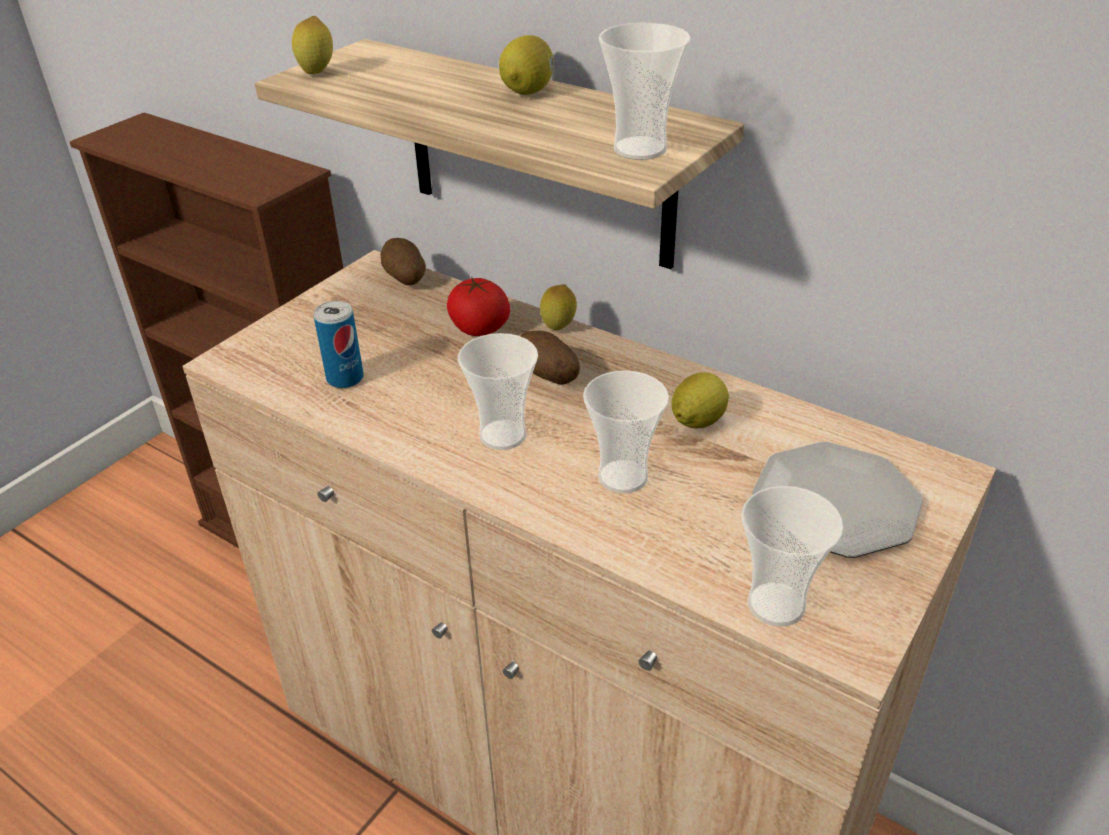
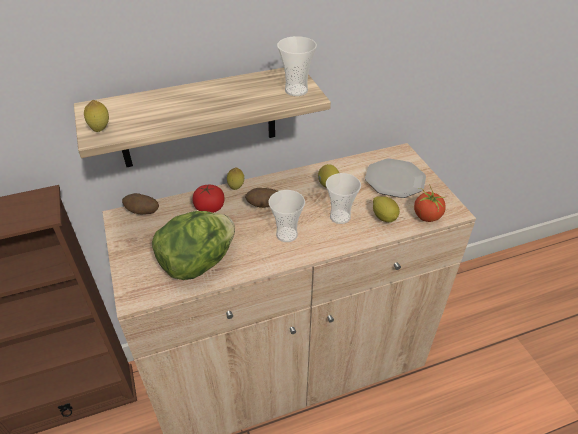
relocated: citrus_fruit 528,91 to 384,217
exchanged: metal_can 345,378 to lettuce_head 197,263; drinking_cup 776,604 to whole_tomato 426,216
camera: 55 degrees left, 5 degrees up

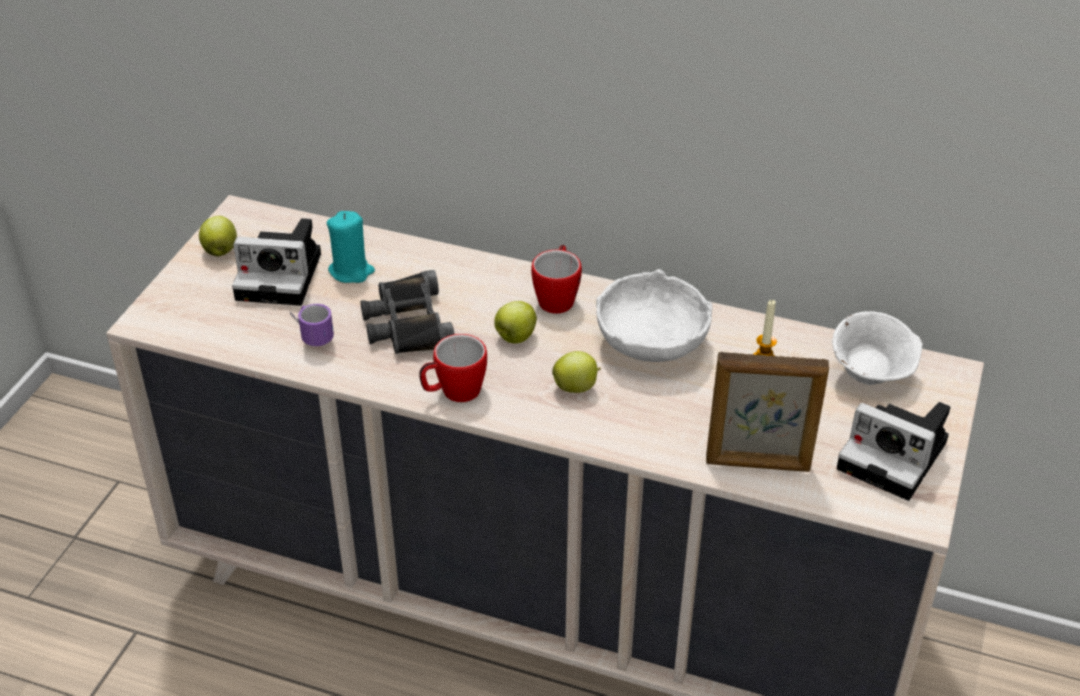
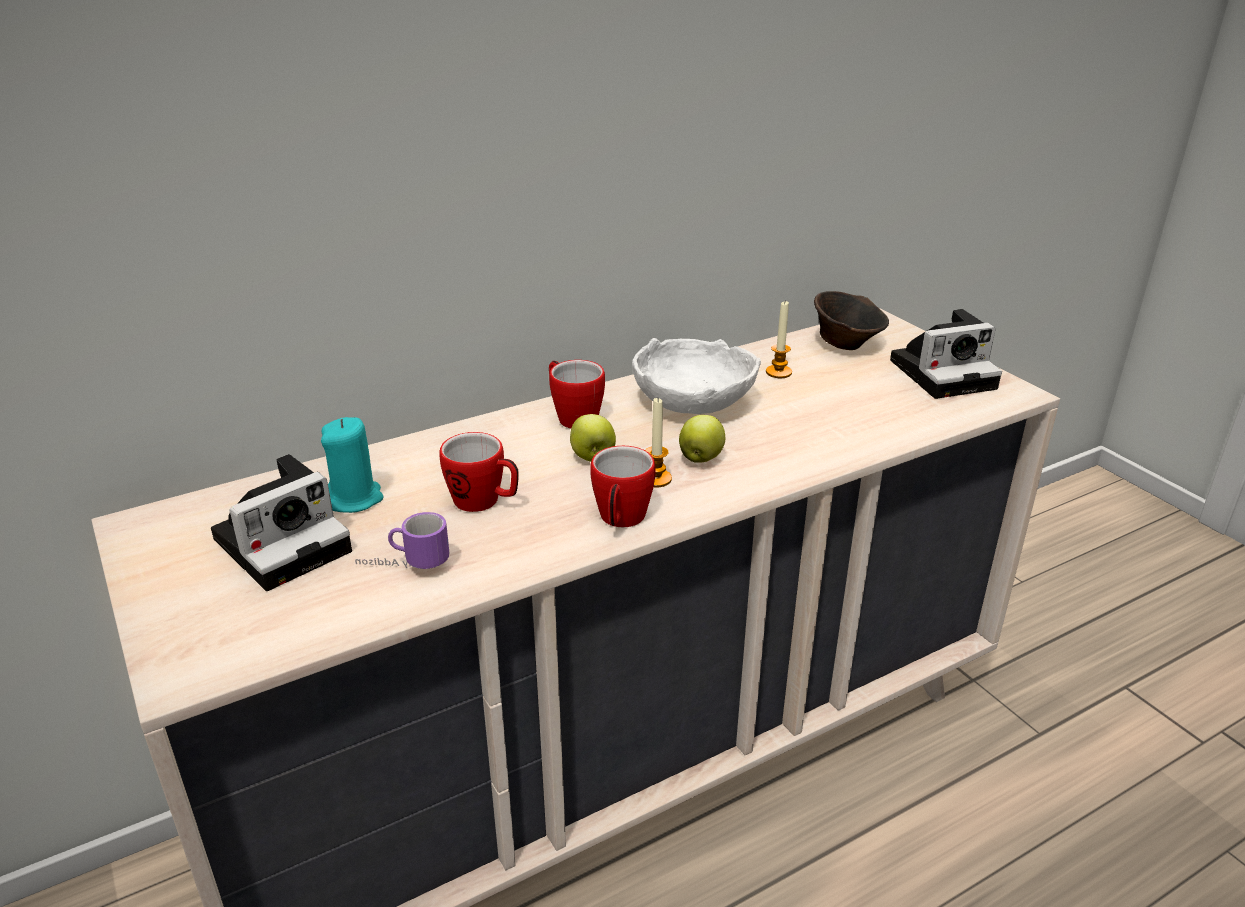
missing: apple 220,251; picture_frame 758,464
appeared: wax_light 656,479
exchanged: blackish_pair_of_binoculars 407,323 to coffee_mug 484,502
colour: white-coloured_bowl 871,375 to brownish_bowl 846,344
camera: 50 degrees left, 10 degrees down

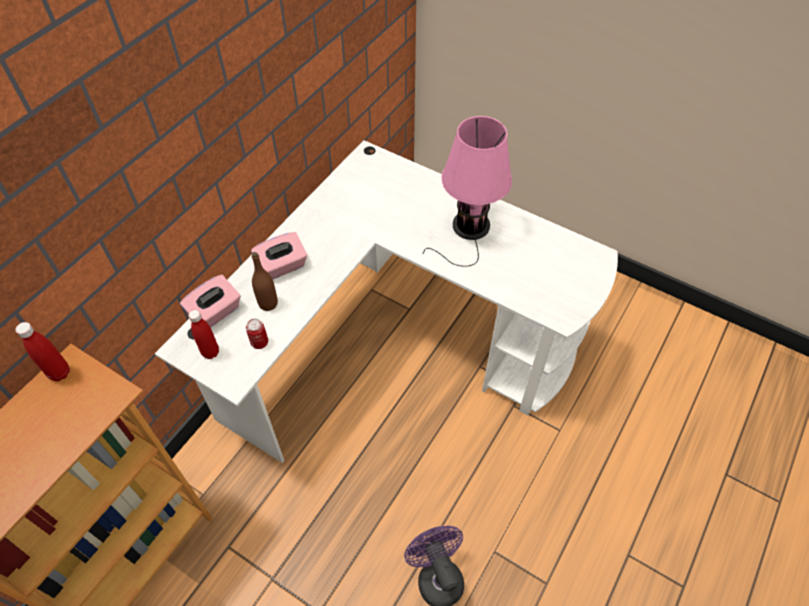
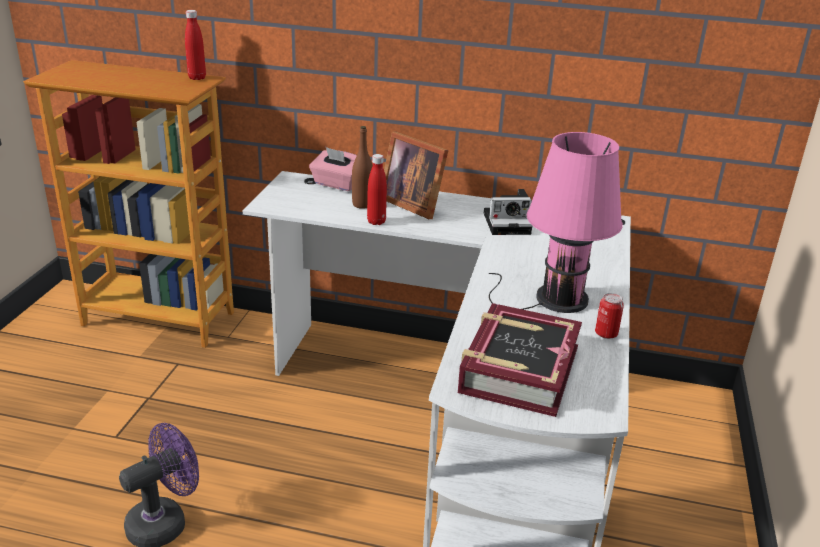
appeared: bound_book 518,369; still_camera 509,223
relocated: red-coloured_drink_bottle 210,352 to 376,222; metal_can 259,342 to 606,334
exchanged: pink_tissue_box 282,266 to picture_frame 412,203
camera: 70 degrees right, 25 degrees down

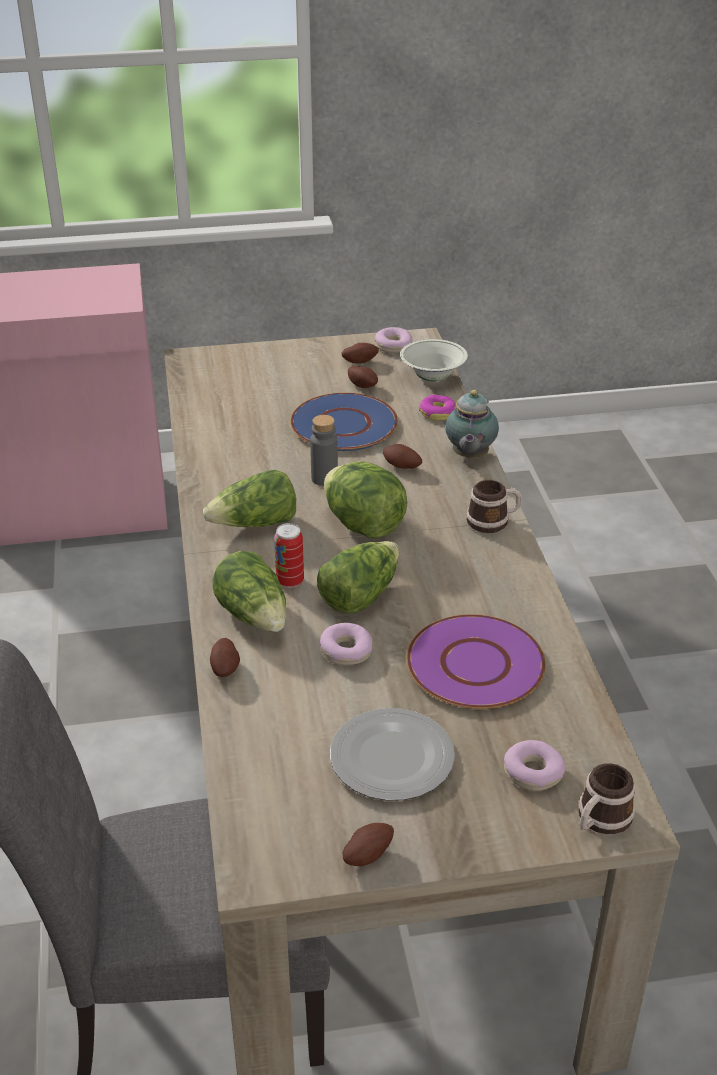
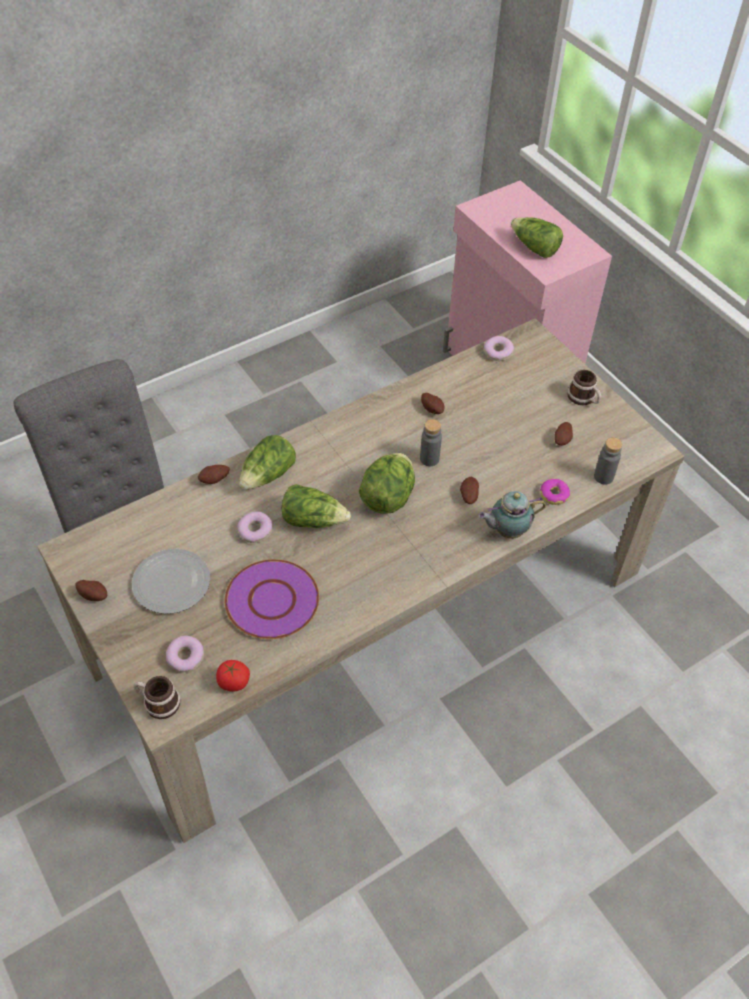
missing: metal_can 290,581; blue-coloured_dinner_plate 343,424
appeared: whole_tomato 234,682
relocated: lettuce_head 255,524 to 534,248; spud 359,361 to 432,409; doughnut 393,346 to 498,352; coffee_mug 493,521 to 584,399
exchanged: white-coloured_bowl 432,377 to gray_drink_bottle 603,477
camera: 65 degrees right, 15 degrees up

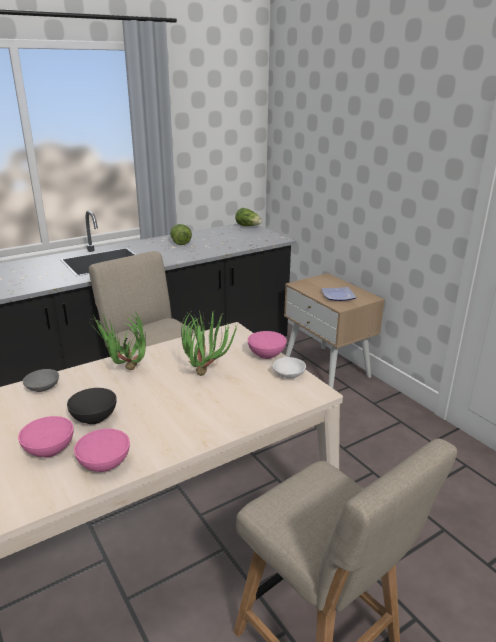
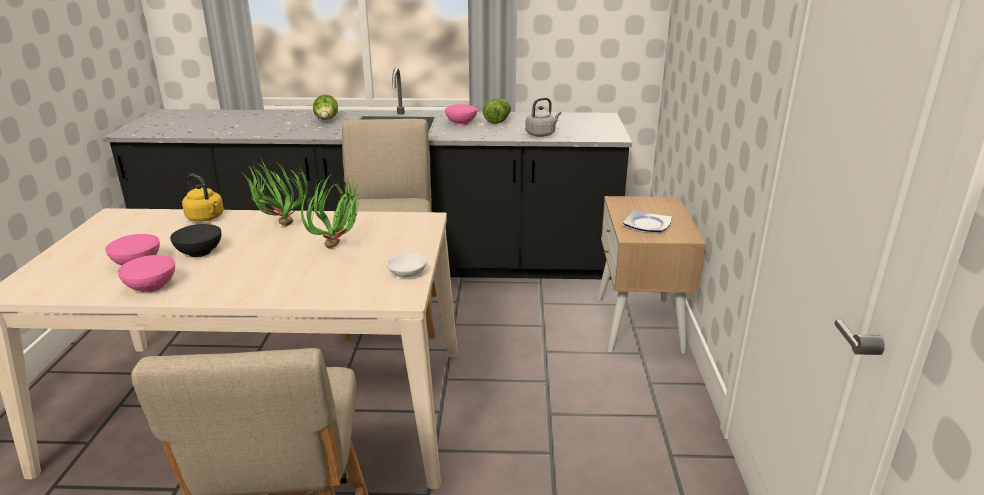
appeared: gray_water_kettle 541,134
relocated: lettuce_head 248,226 to 327,120; pink_bowl 266,354 to 461,122
exchanged: gray_bowl 44,387 to yellow_water_kettle 206,218
camera: 35 degrees right, 0 degrees up

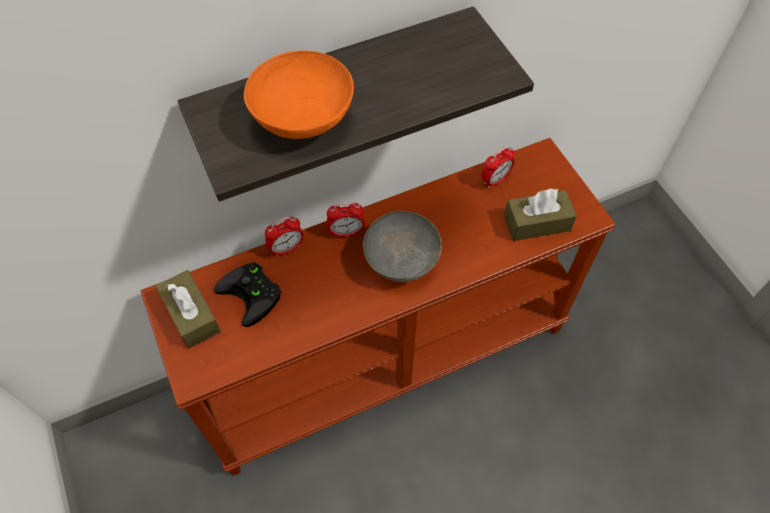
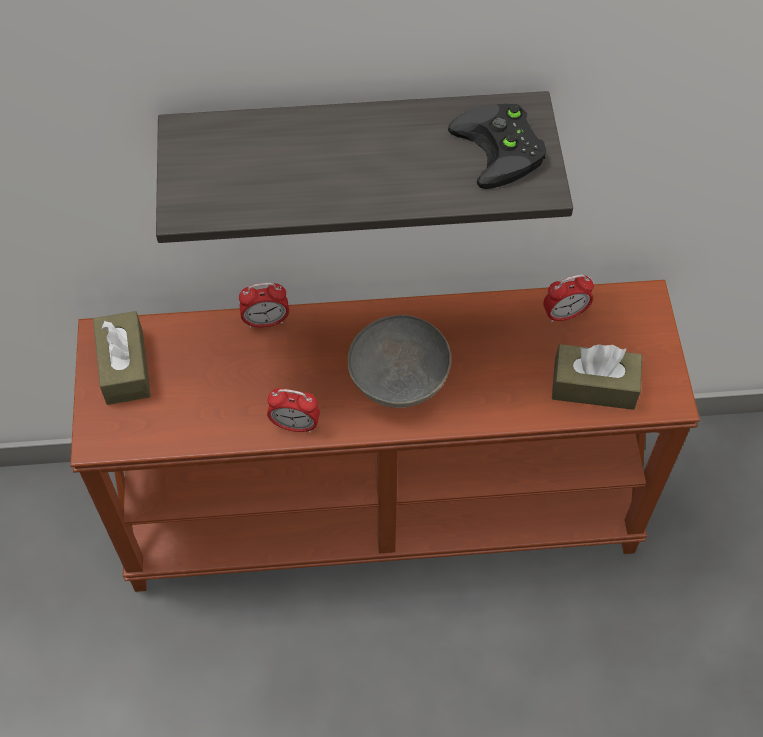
missing: orange-coloured_bowl 302,122
relocated: blackish_game_controller 254,295 to 503,150; table_clock 346,232 to 295,425
camera: 20 degrees right, 0 degrees up

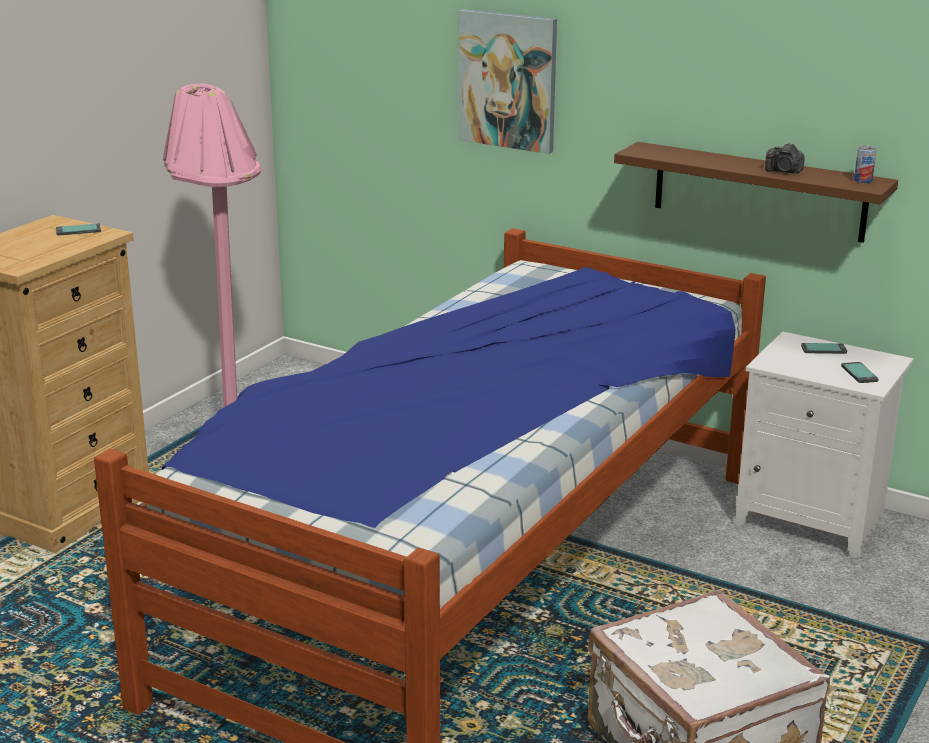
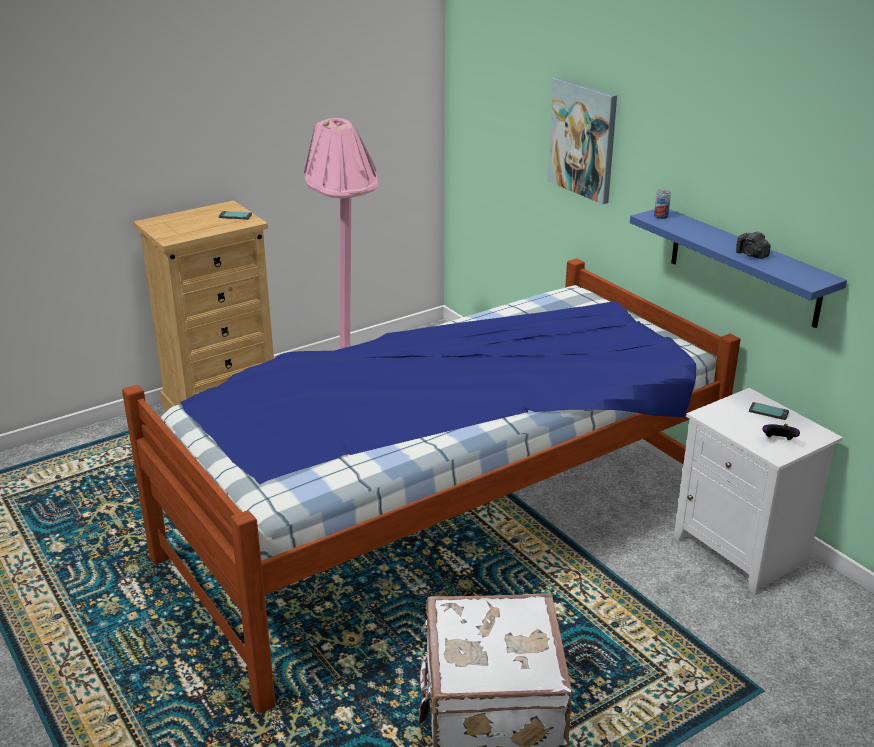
relocated: metal_can 863,180 to 661,216
exchanged: handset 859,373 to game_controller 778,441
colour: brownish_bracket_shelf 759,192 to blue-coloured_bracket_shelf 744,267
camera: 25 degrees right, 5 degrees up

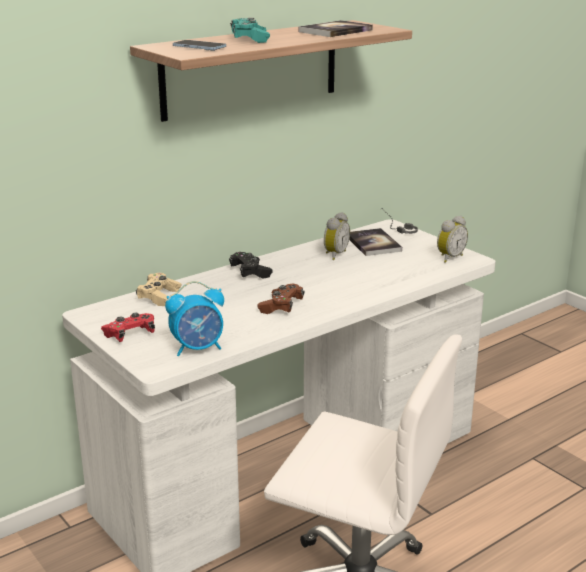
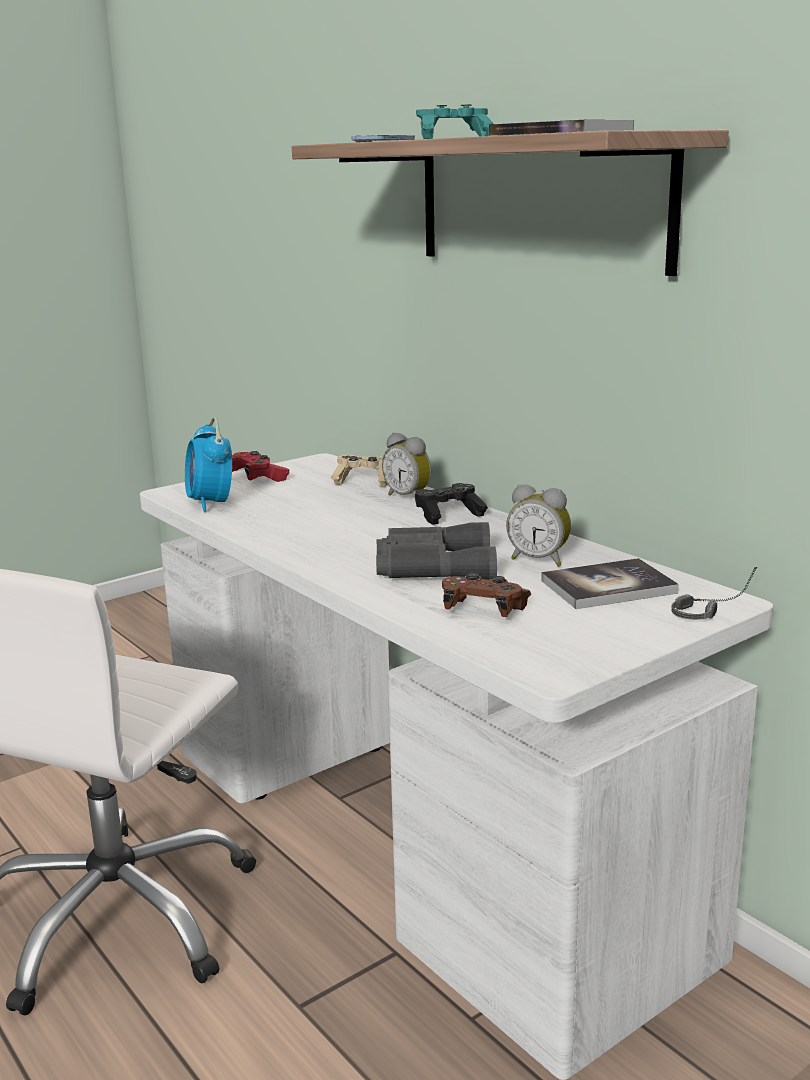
appeared: gray_pair_of_binoculars 431,566
relocated: brownish_game_controller 281,307 to 484,610; table_clock 449,257 to 409,497
camera: 90 degrees right, 5 degrees down

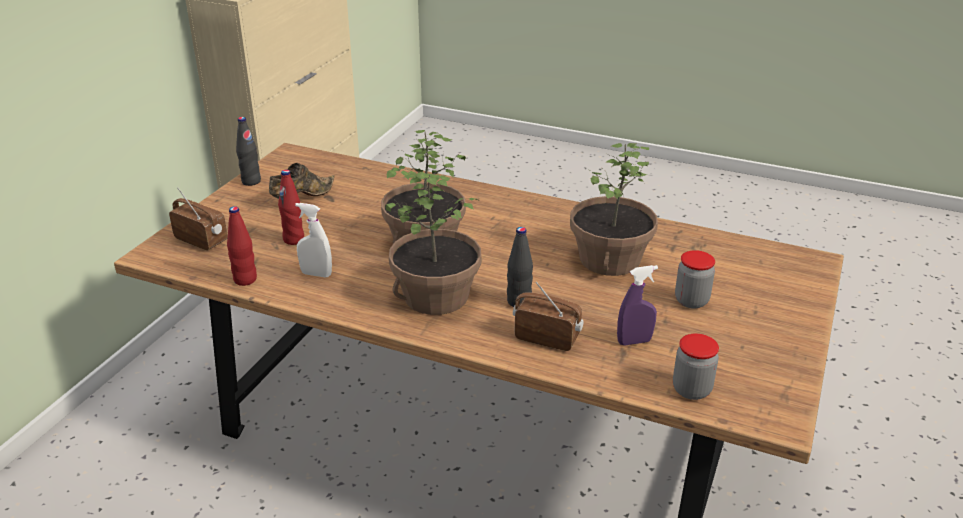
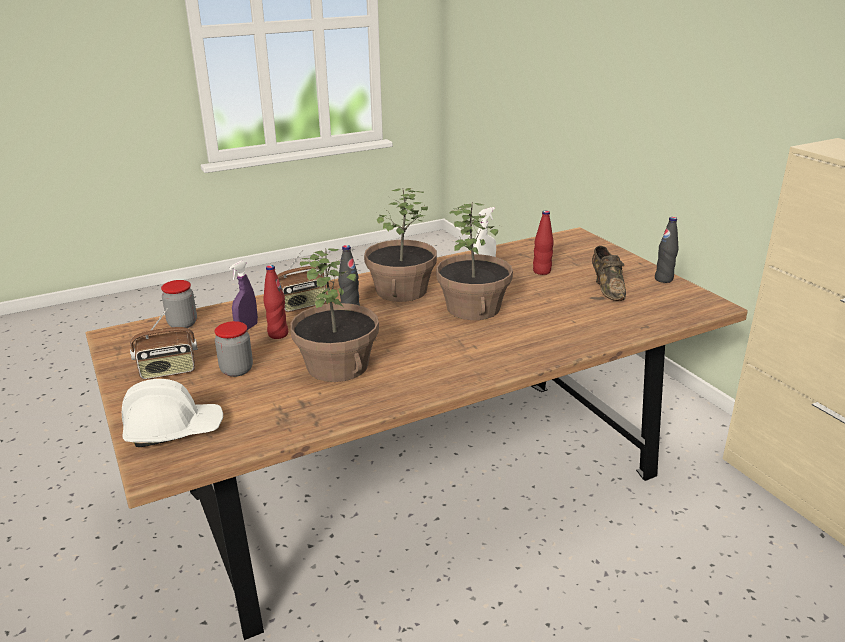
appeared: white-coloured_work_helmet 174,430
relocated: radio_set 202,240 to 168,371; red-coloured_drink_bottle 245,280 to 278,334
camera: 130 degrees right, 5 degrees down

